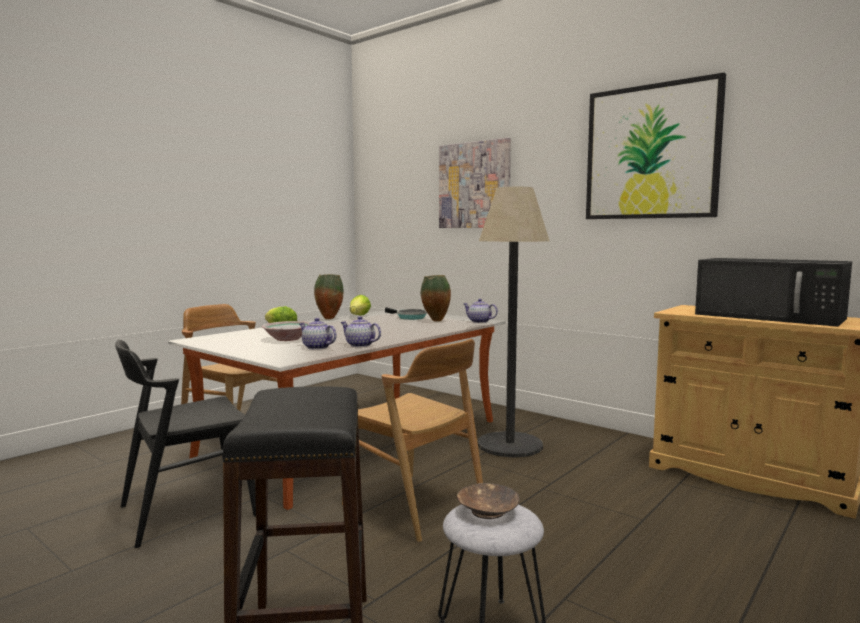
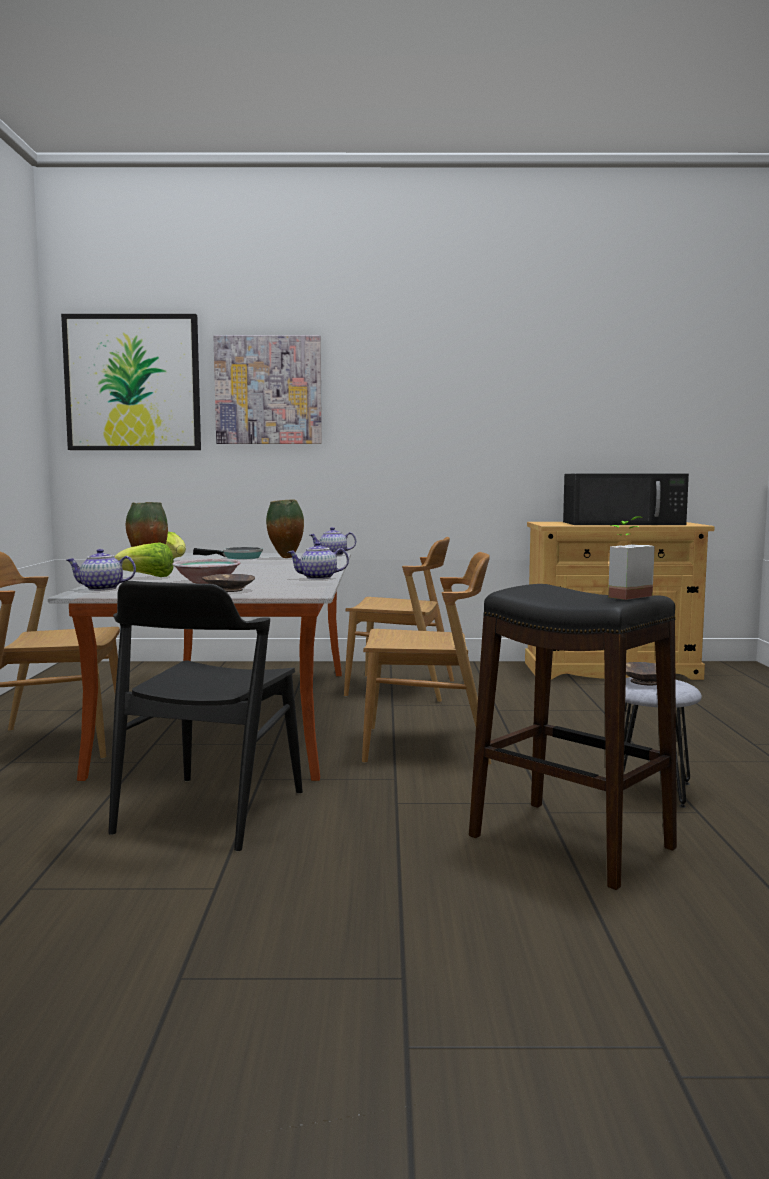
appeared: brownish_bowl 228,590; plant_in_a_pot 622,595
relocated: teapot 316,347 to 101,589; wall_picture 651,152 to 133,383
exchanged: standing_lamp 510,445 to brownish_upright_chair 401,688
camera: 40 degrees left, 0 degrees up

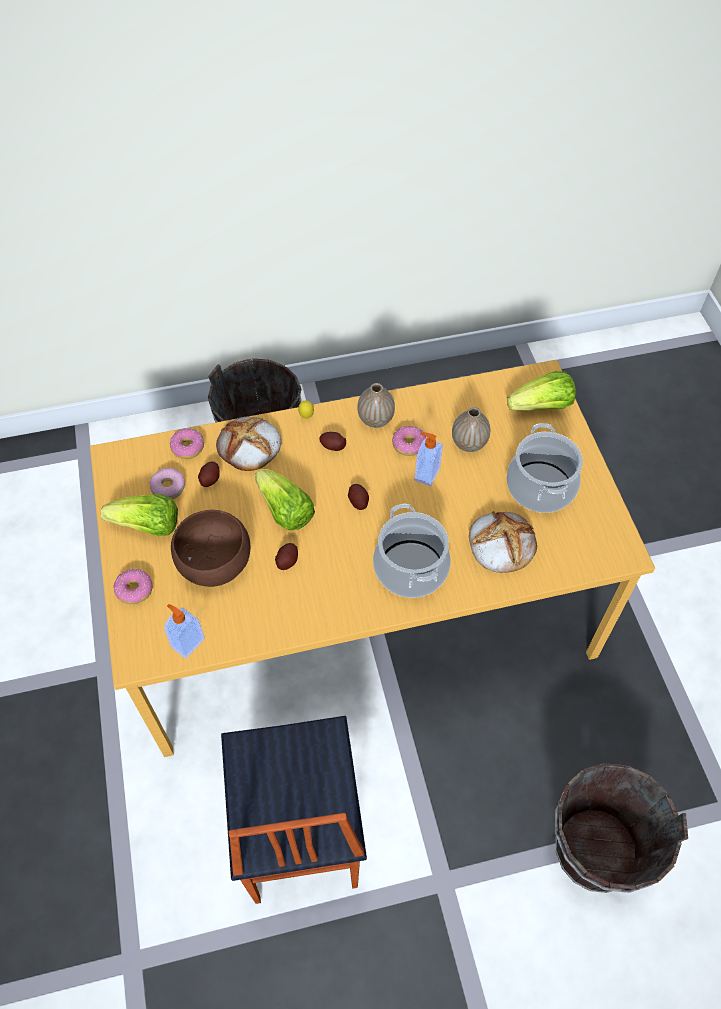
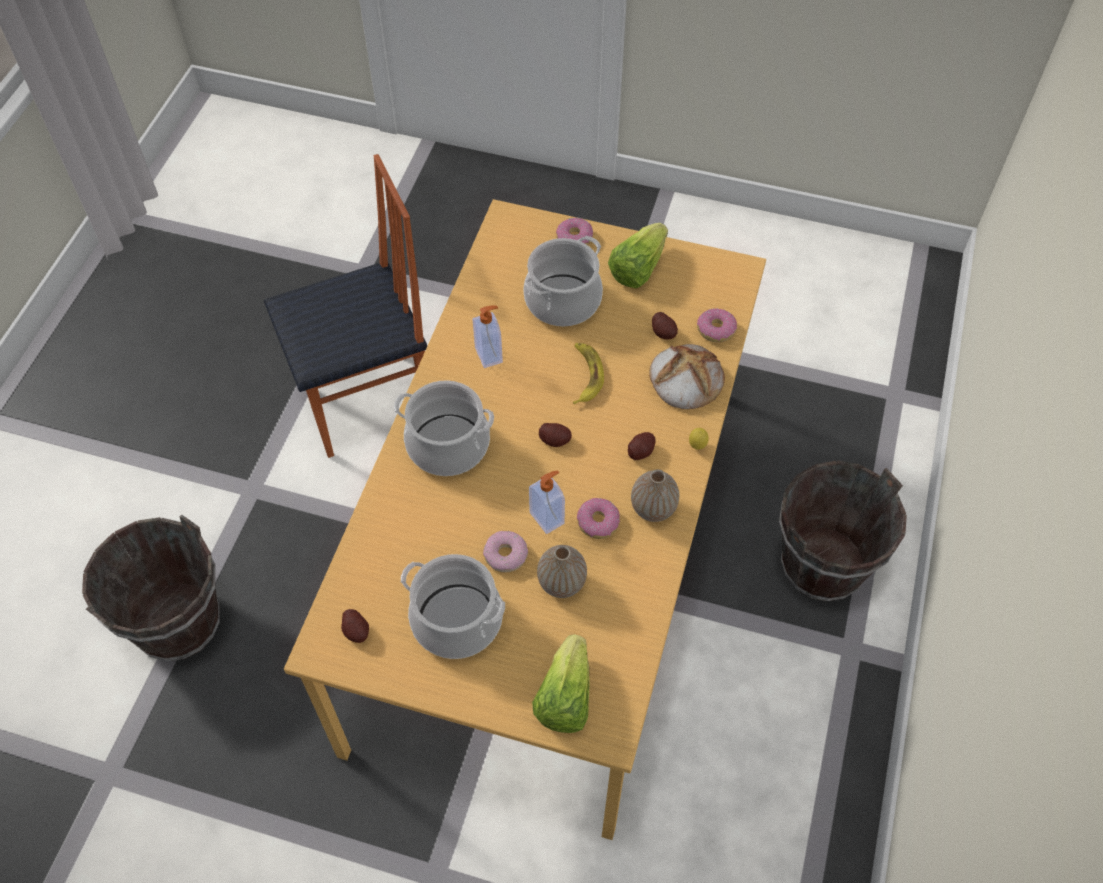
missing: bread 501,543
relocated: doughnut 168,487 to 506,555; soap_bottle 187,642 to 489,355; spud 287,561 to 356,631
exchanged: brownish_bowl 215,562 to stockpot 563,301; lettuce_head 285,511 to whole_banana 585,375
spun: upright_chair 297,837 = 367,404 135 degrees clockwise
camera: 120 degrees right, 0 degrees up

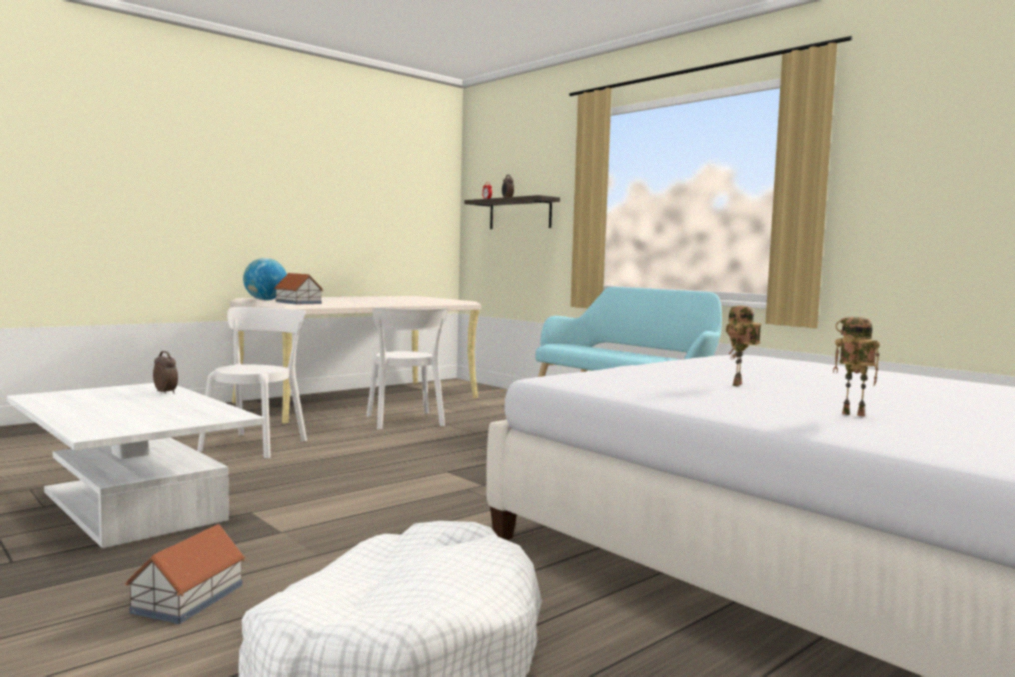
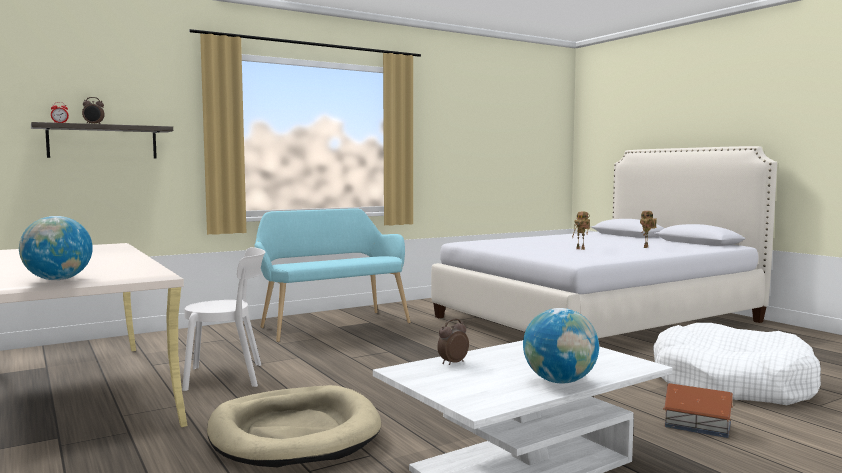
missing: toy_house 298,302
appeared: world_globe 560,381
exchanged: white-coloured_upright_chair 256,444 to beige_pet_bed 294,433
camera: 80 degrees left, 0 degrees up

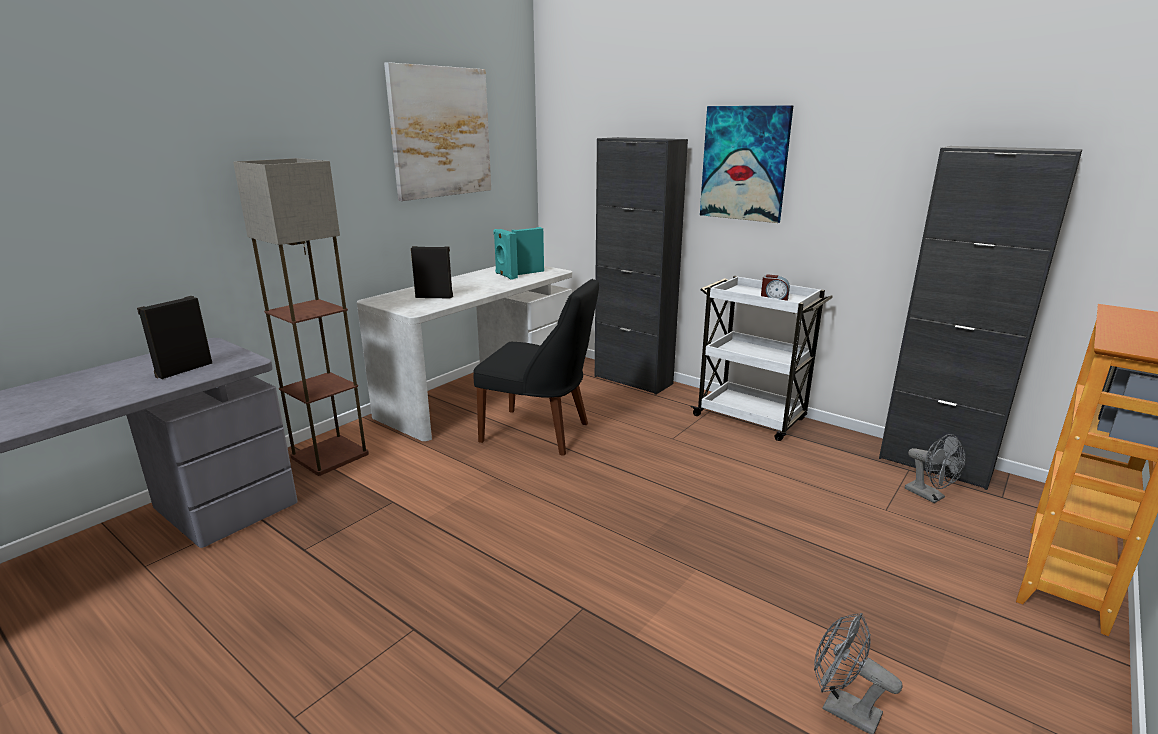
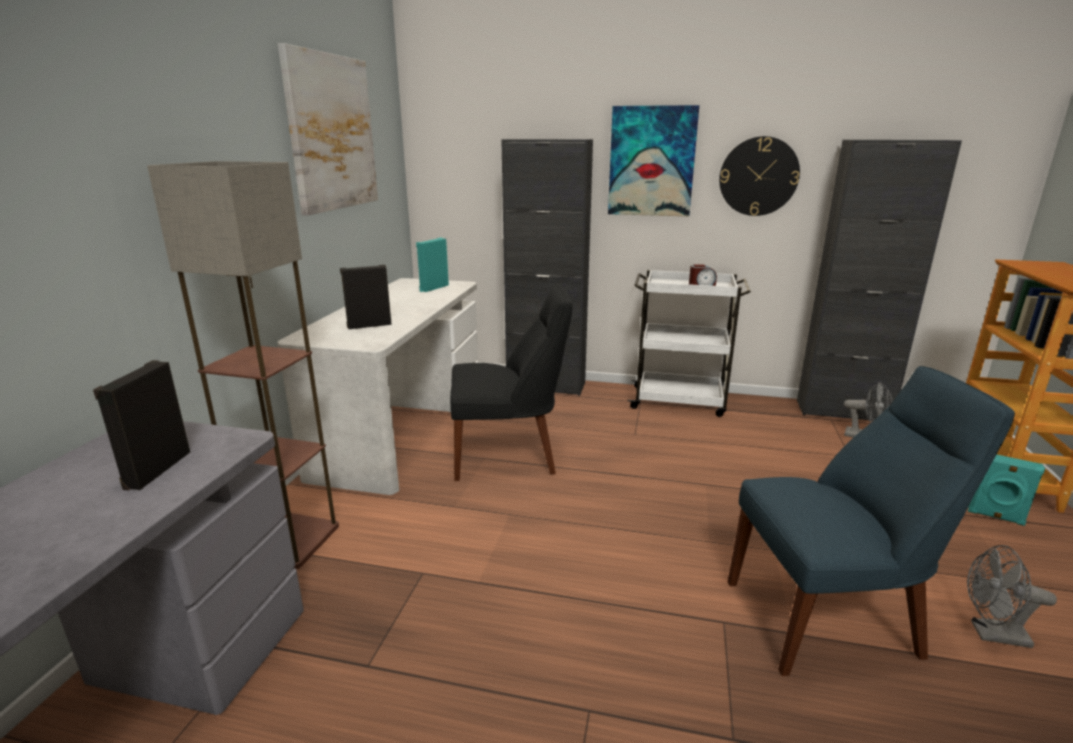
appeared: wall_clock 758,176; blue-coloured_upright_chair 829,618
relocated: blue-green_loudspeaker 505,276 to 995,516
camera: 25 degrees left, 0 degrees up

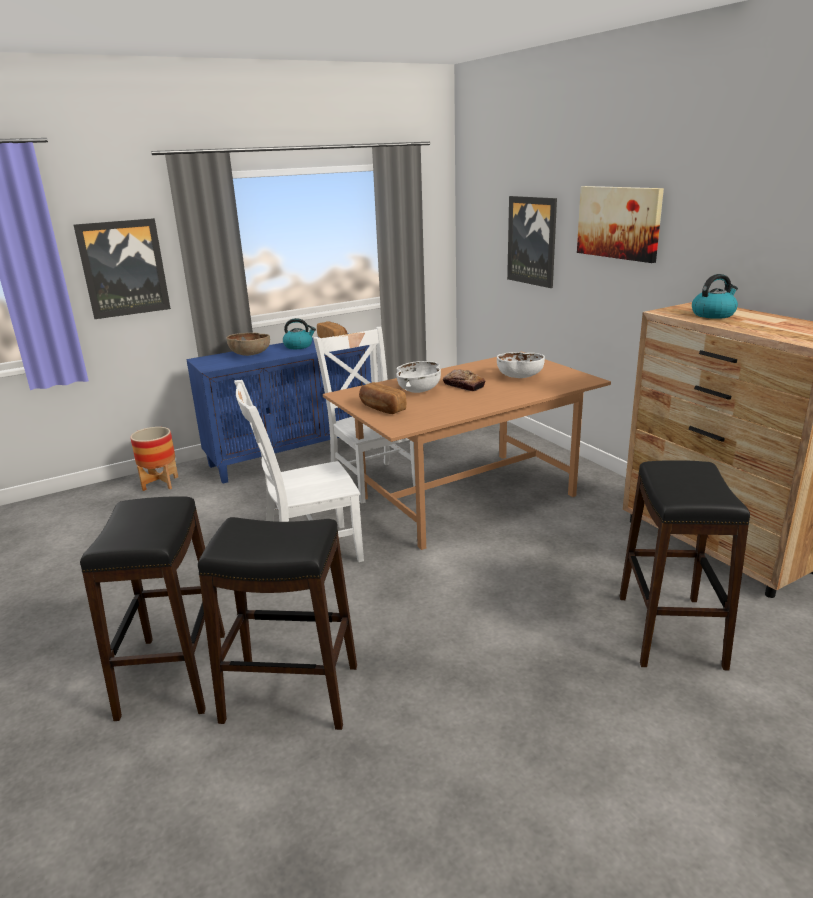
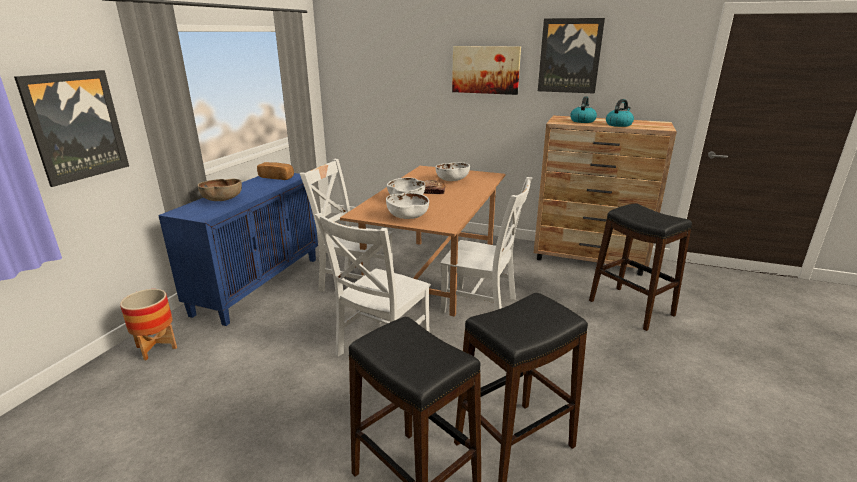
appeared: white-coloured_upright_chair 482,306
relocated: water_kettle 299,346 to 618,124; wall_picture 532,241 to 569,56
exchanged: bread 381,408 to white-coloured_bowl 407,217
camera: 40 degrees left, 0 degrees up

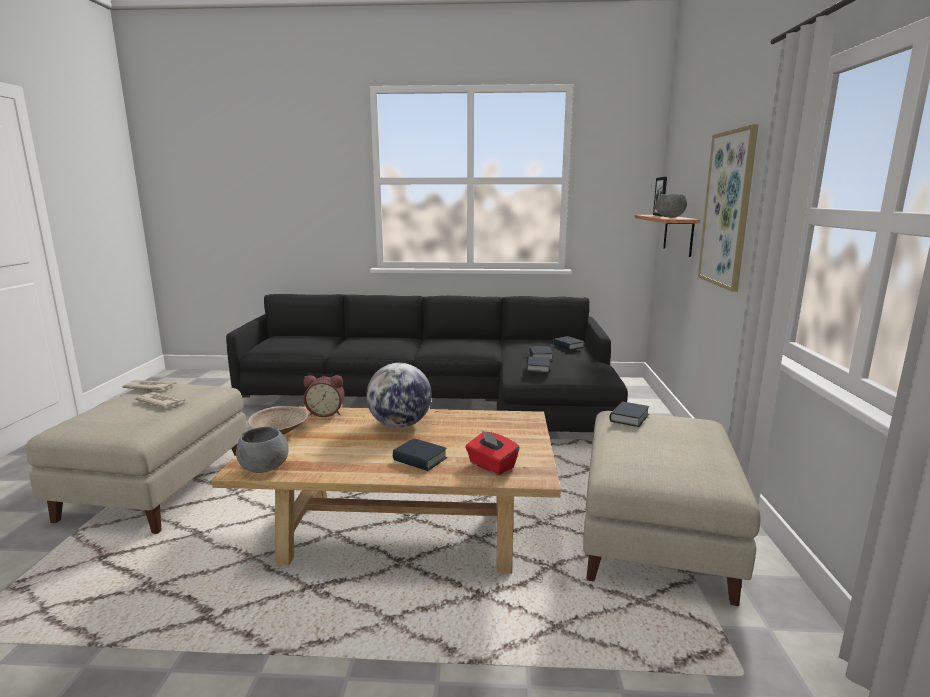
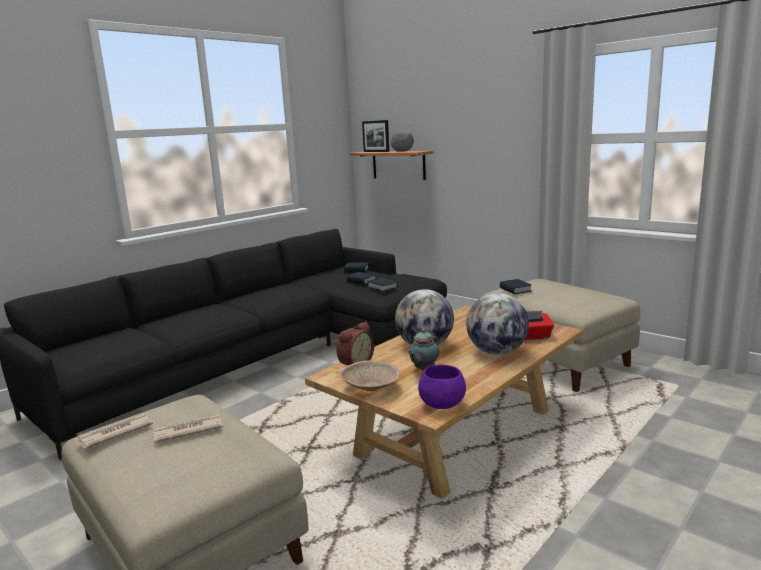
missing: wall_picture 728,209
appeared: teapot 423,369
exchanged: bound_book 420,459 to world_globe 497,352
colour: gray_bowl 264,468 to purple-coloured_bowl 441,405
camera: 50 degrees left, 0 degrees up

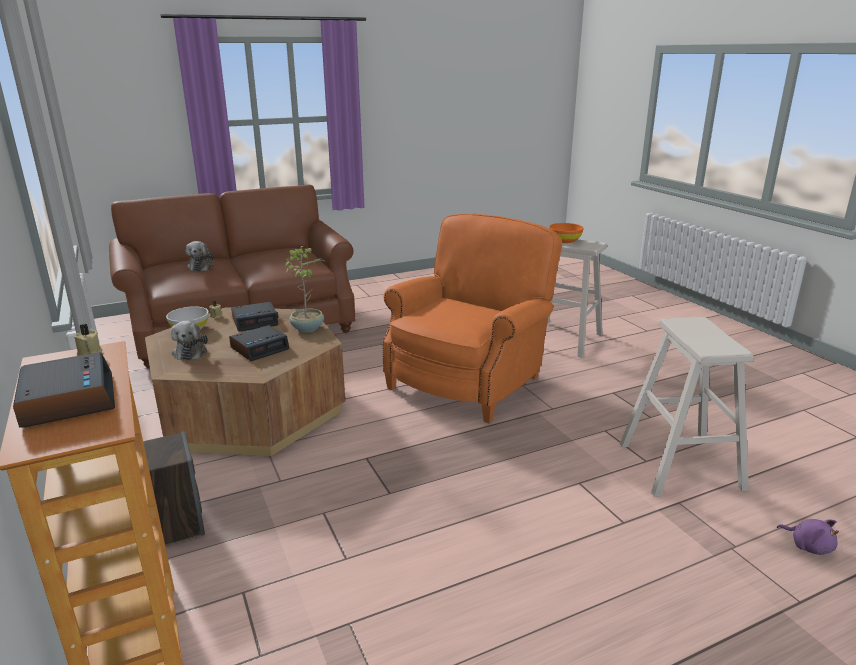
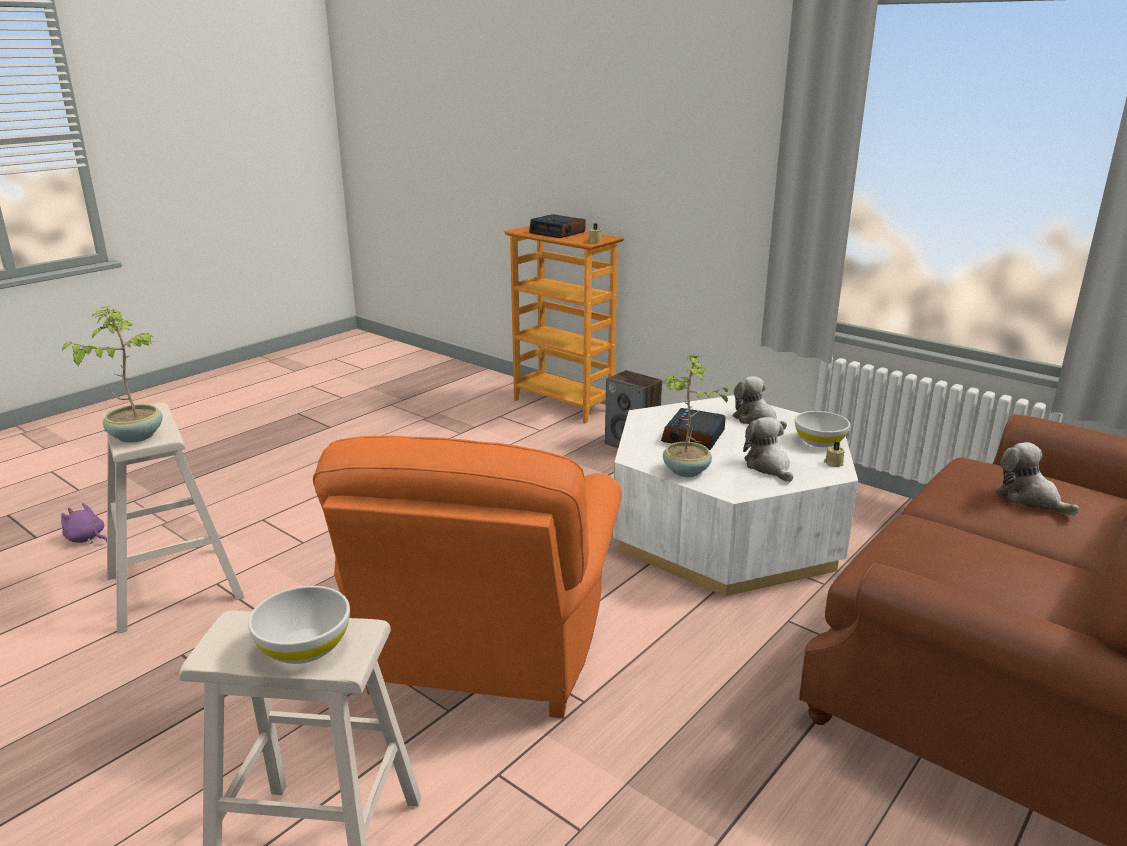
appeared: plant_in_a_pot 135,436
exchanged: table_clock 255,321 to plush_toy 768,466
colour: brownish_low_table 251,409 to white-coloured_low_table 726,531; orange-coloured_bowl 565,240 to white-coloured_bowl 304,646
camera: 155 degrees right, 0 degrees up

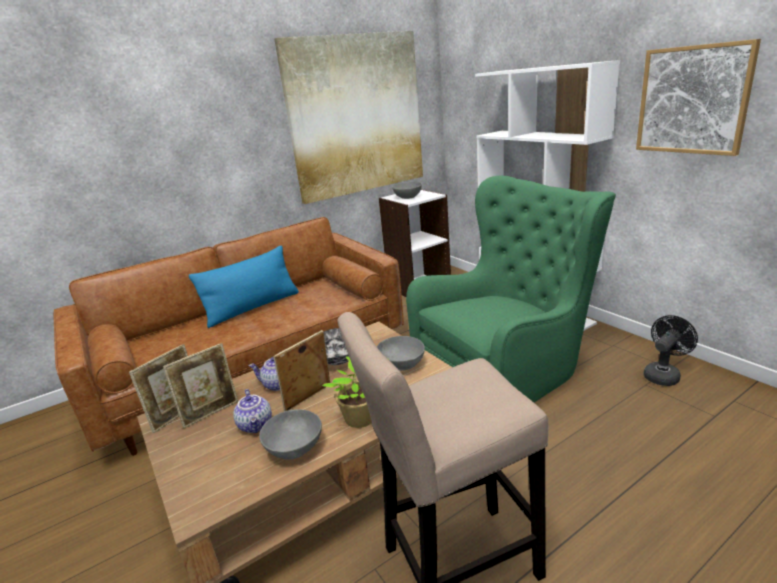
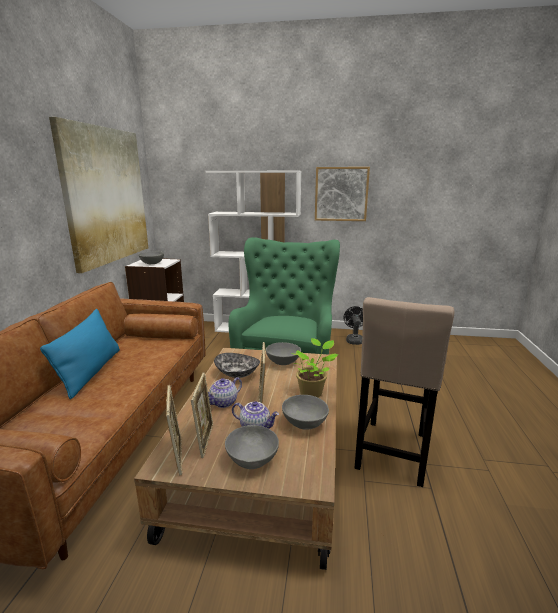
appeared: gray_bowl 252,460
camera: 50 degrees left, 5 degrees down

